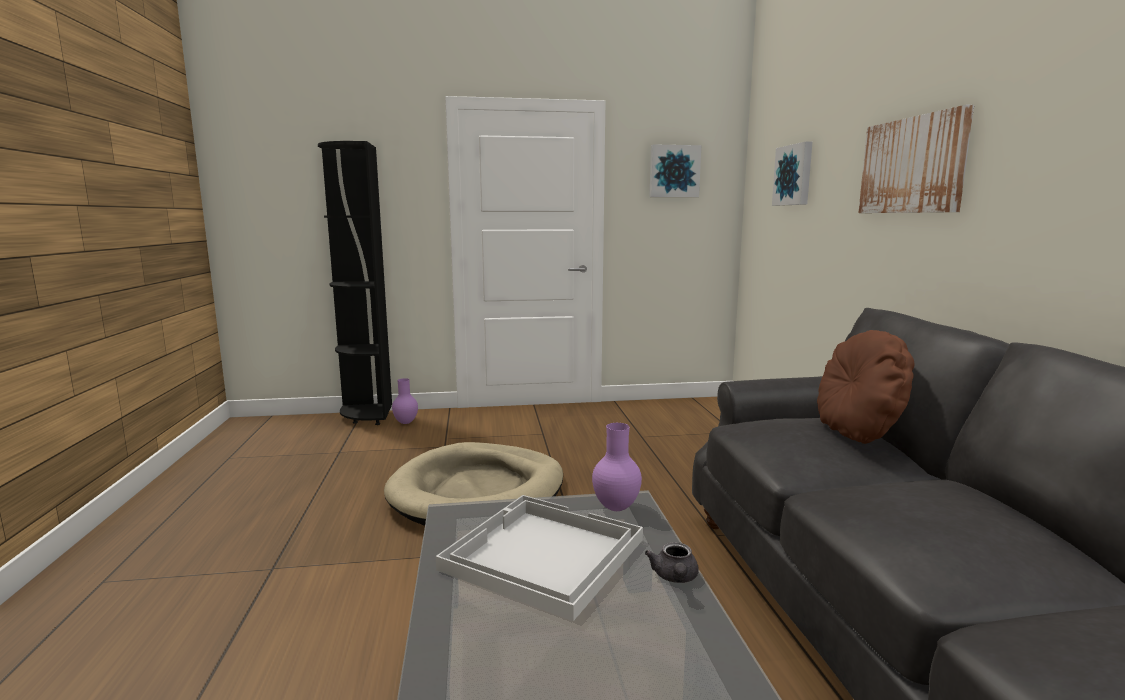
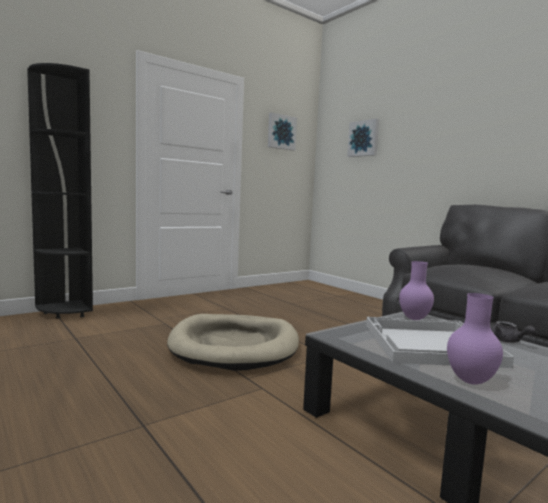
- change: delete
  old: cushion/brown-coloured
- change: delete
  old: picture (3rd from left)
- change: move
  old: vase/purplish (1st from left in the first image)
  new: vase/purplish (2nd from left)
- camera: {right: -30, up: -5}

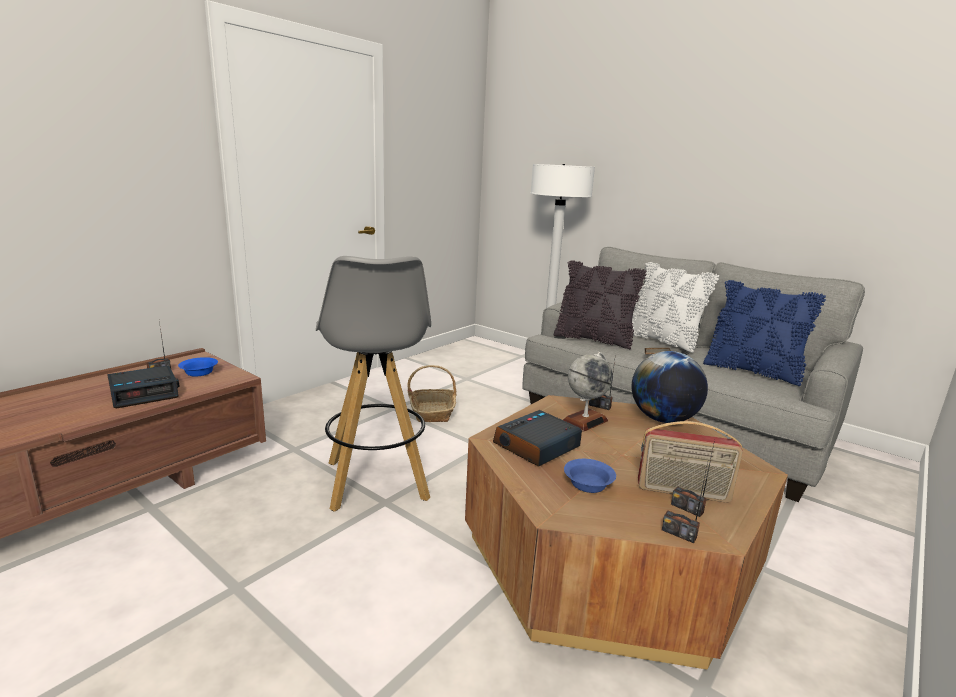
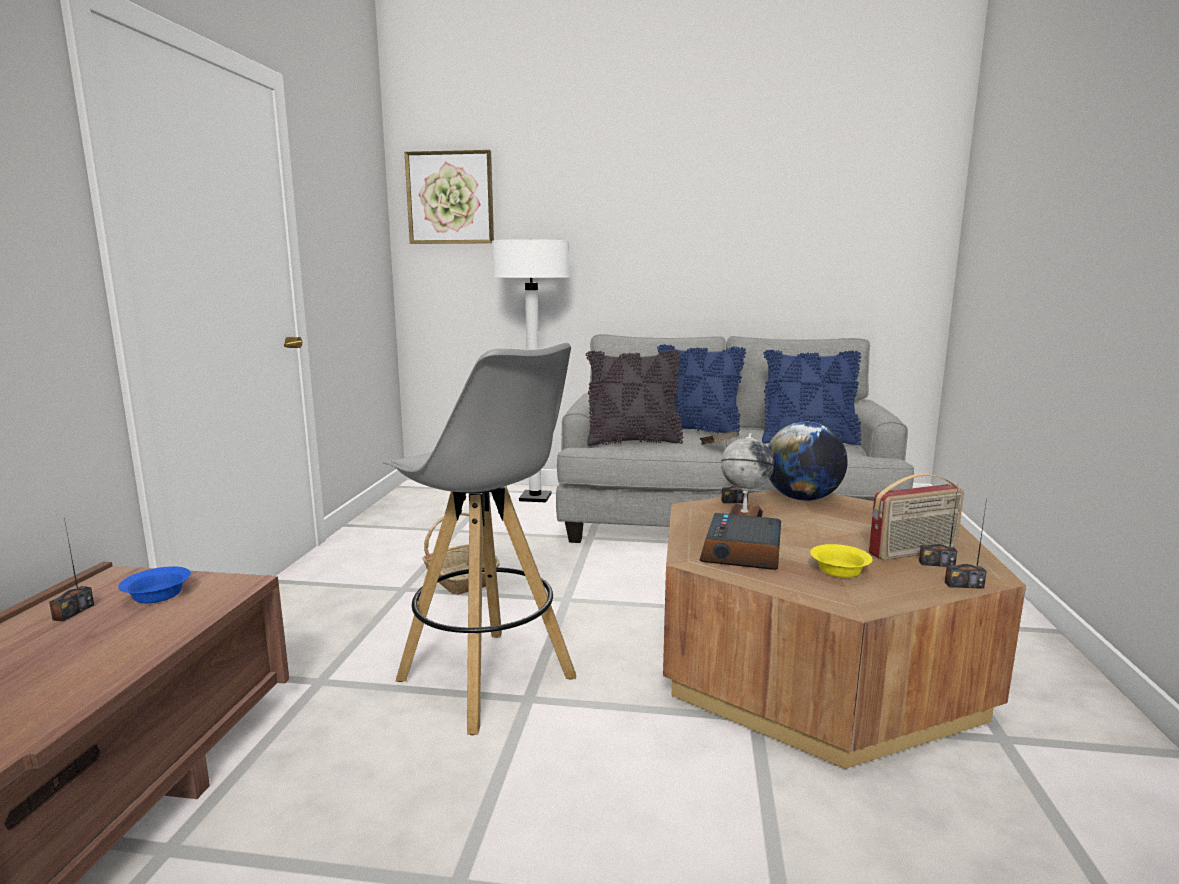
- change: delete
  old: table clock (1st from left)
- change: insert
  new: picture
- change: recolor
  old: serving bowl/blue (2nd from left)
  new: serving bowl/yellowish
- change: recolor
  old: cushion/white-coloured
  new: cushion/blue (1st from left)
- camera: {right: -30, up: -5}

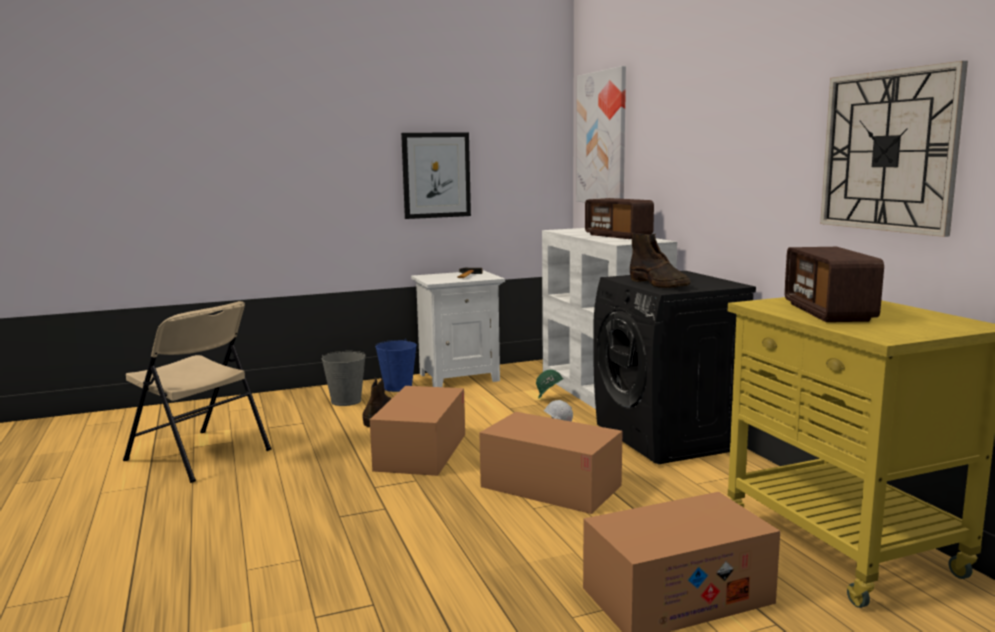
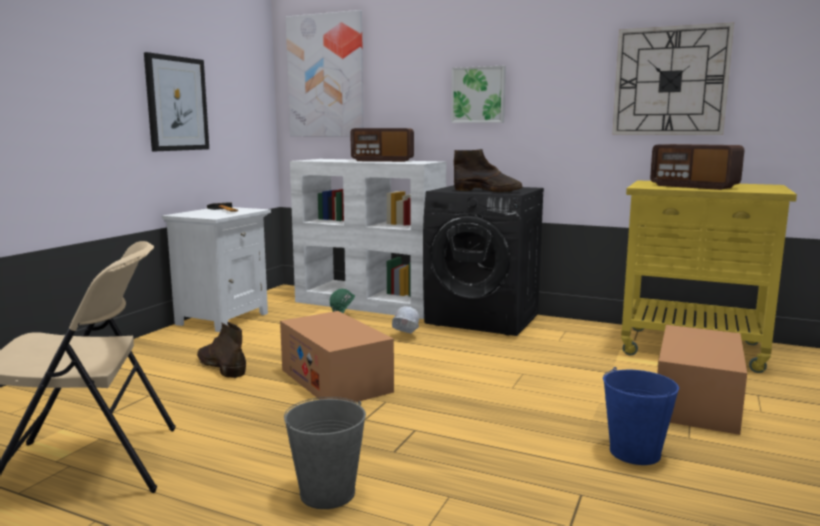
- change: delete
  old: cardboard box (2nd from left)
- change: insert
  new: picture (3rd from left)
- change: move
  old: bucket/grey
- change: move
  old: bucket/blue
- camera: {right: -45, up: 0}

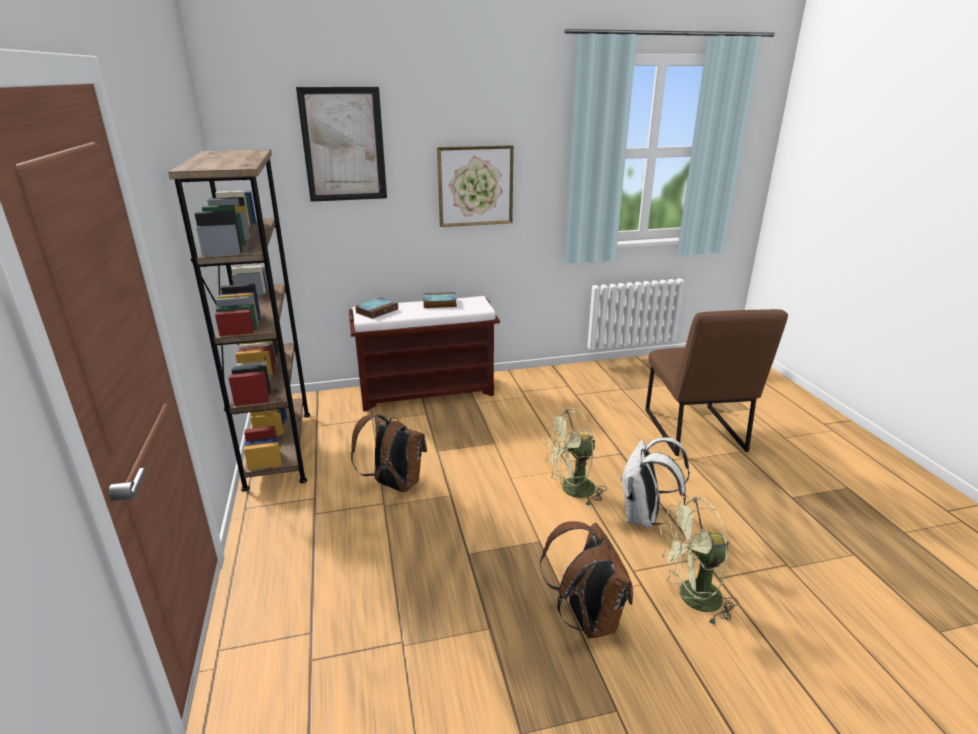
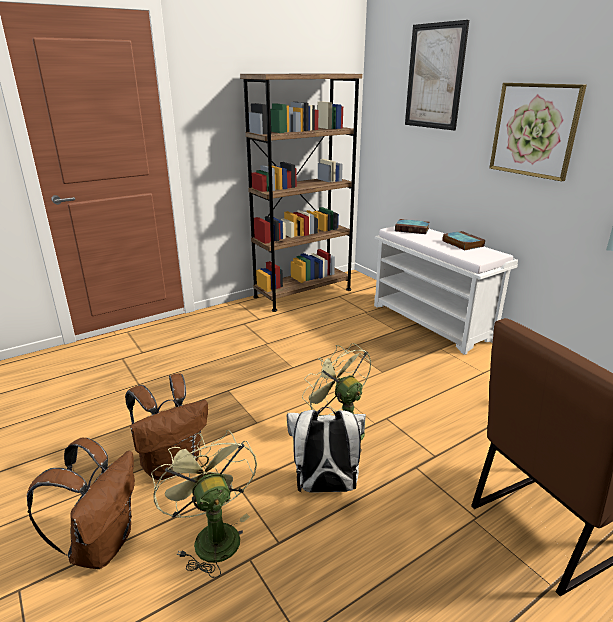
- change: move
  old: knapsack/brown-coloured (1st from left)
- change: recolor
  old: long seat/brown-coloured
  new: long seat/white-coloured
- camera: {right: 70, up: 0}

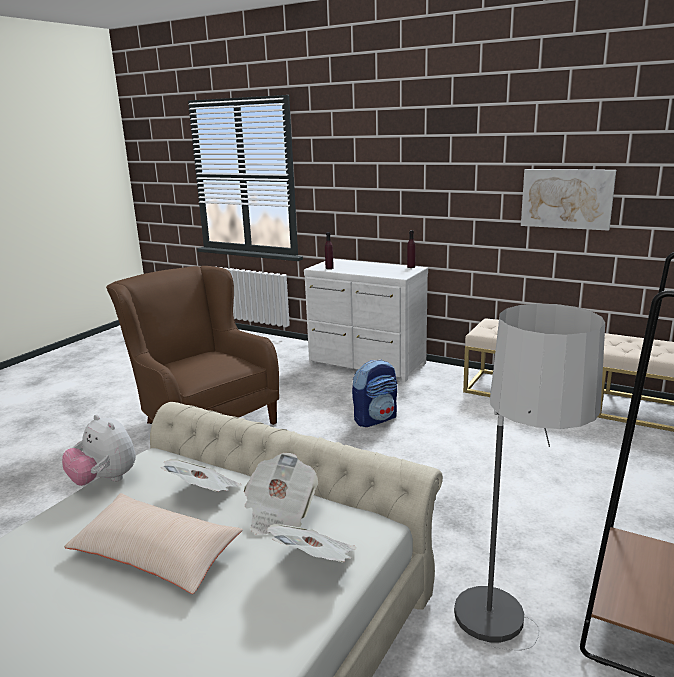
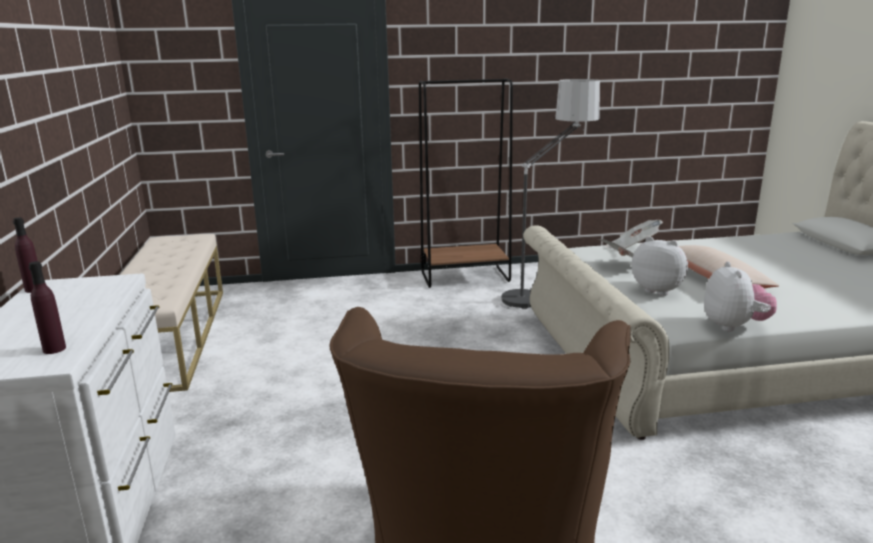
- change: delete
  old: knapsack
- change: delete
  old: picture
- change: replace
  old: printed paper (1st from left)
  new: soft toy (1st from left)
- camera: {right: -130, up: 0}

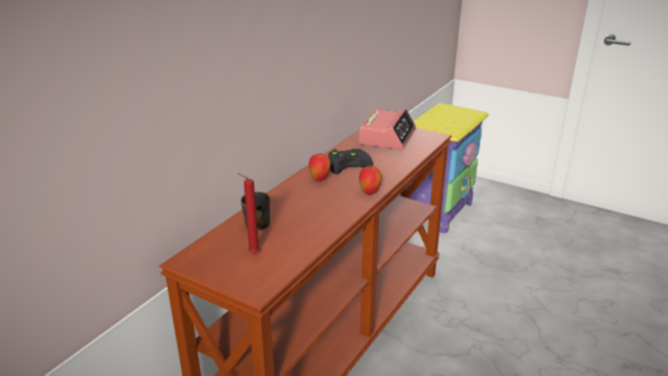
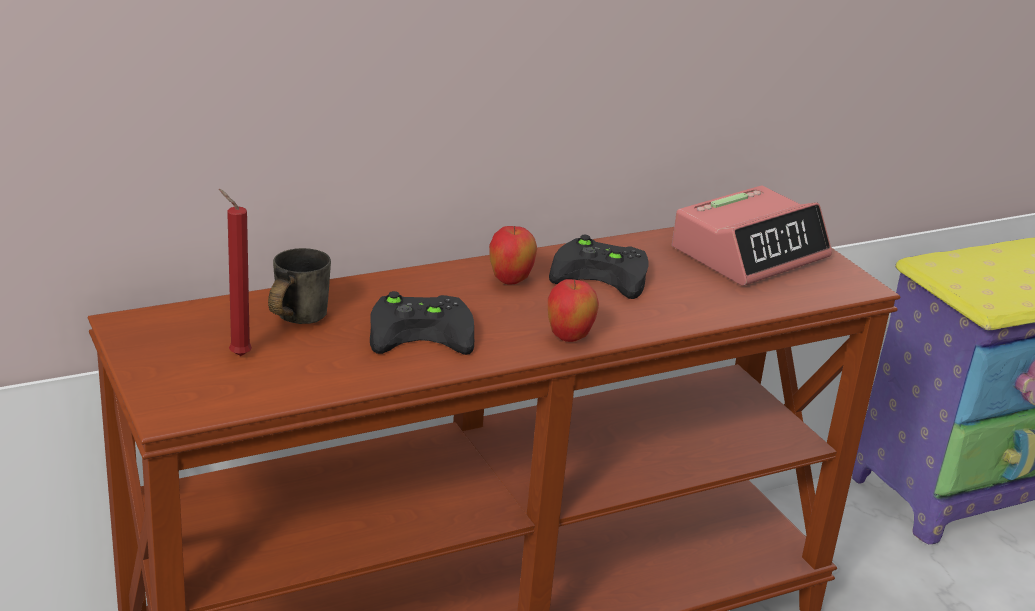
- change: insert
  new: gamepad/black-coloured (1st from left)
- camera: {right: 30, up: 0}

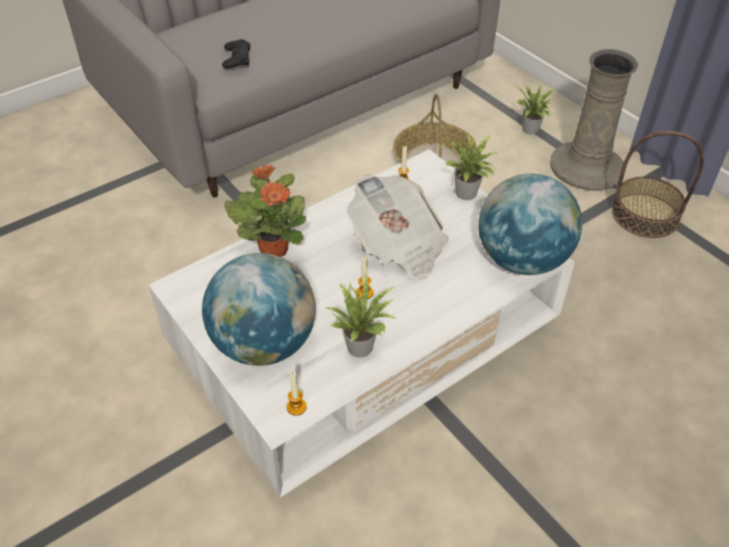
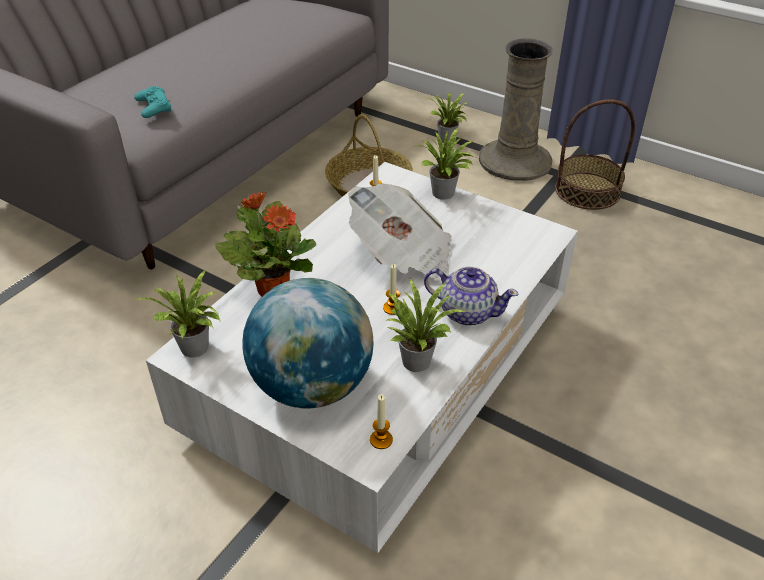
- change: delete
  old: world globe (2nd from left)
- change: insert
  new: plant in a pot (1st from left)
- change: insert
  new: tea pot
- change: recolor
  old: gamepad/black-coloured
  new: gamepad/blue-green
- camera: {right: -20, up: -5}

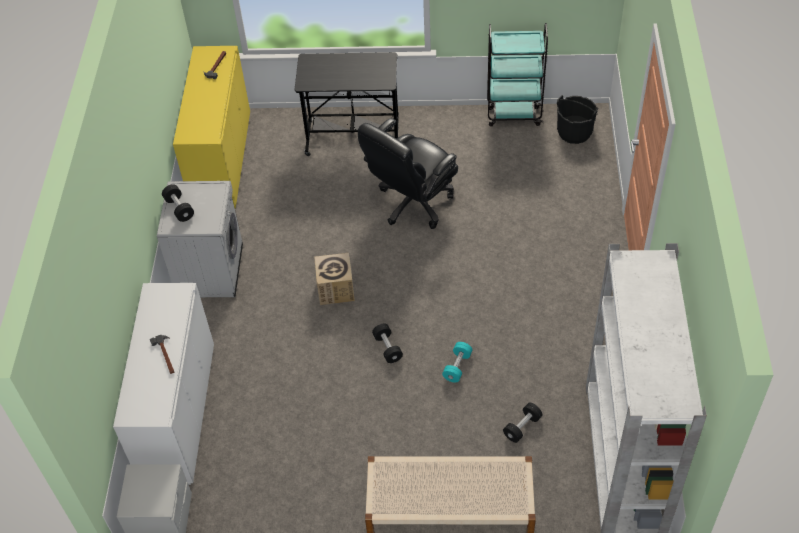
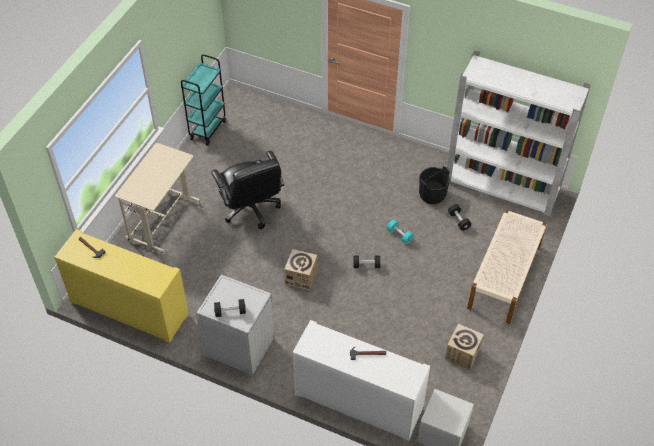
- change: insert
  new: cardboard box (2nd from left)
- change: move
  old: bucket/black-coloured
- change: recolor
  old: desk table/black-coloured
  new: desk table/beige-coloured
- camera: {right: -70, up: 0}

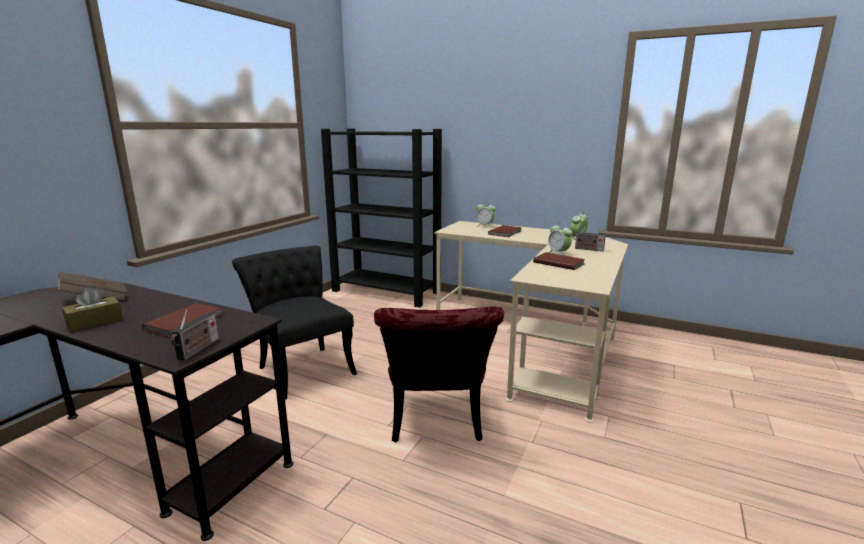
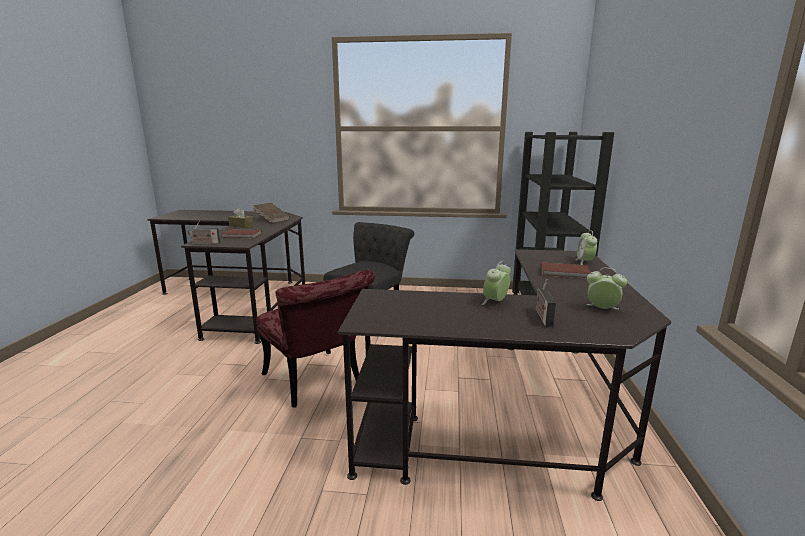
- change: delete
  old: volume/brown-coloured (4th from left)
- change: recolor
  old: desk table/beige-coloured
  new: desk table/black-coloured (2nd from left)
- change: rotate
  old: plain chair/red
  degrees: -105
- camera: {right: 70, up: 0}

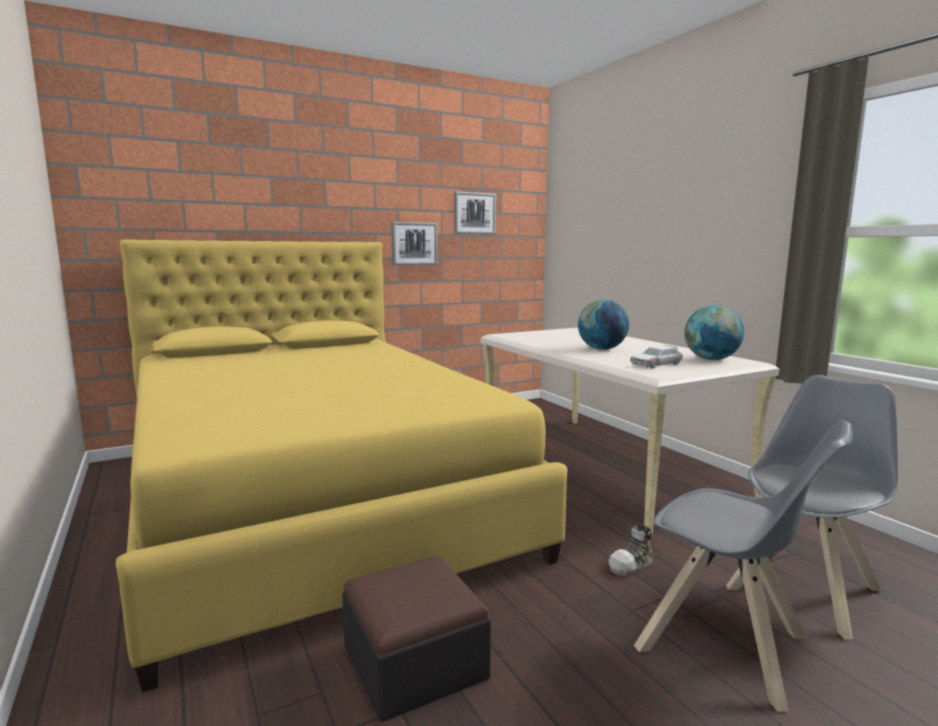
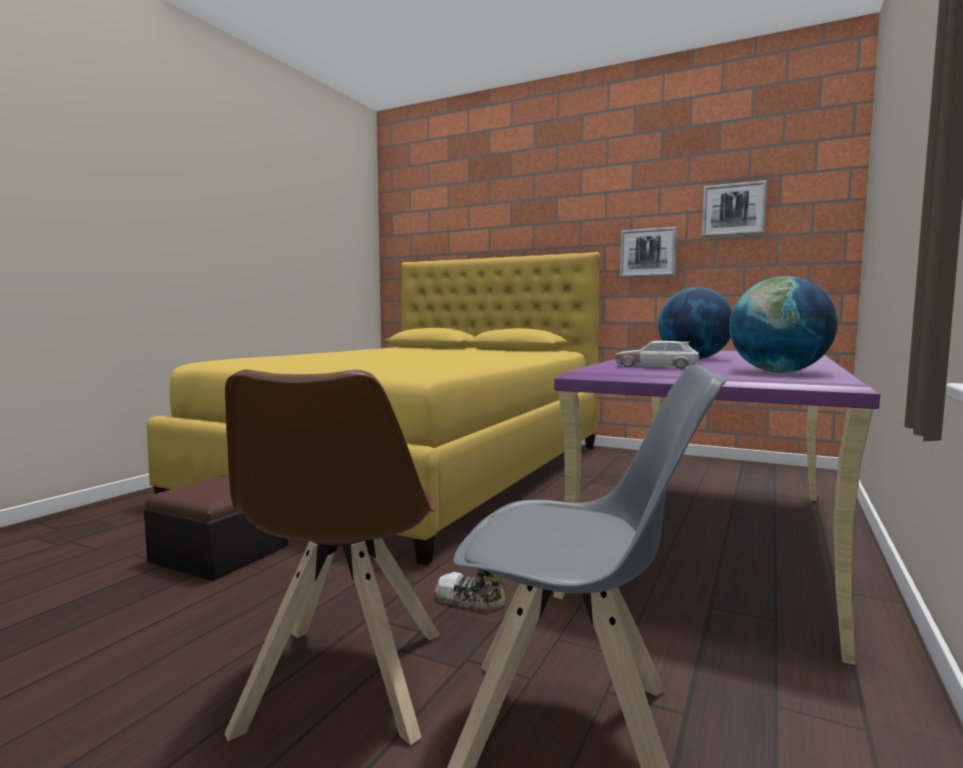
- change: recolor
  old: desk table/beige-coloured
  new: desk table/purplish
- change: recolor
  old: plain chair/grey (1st from left)
  new: plain chair/brown-coloured
- camera: {right: 55, up: -5}

